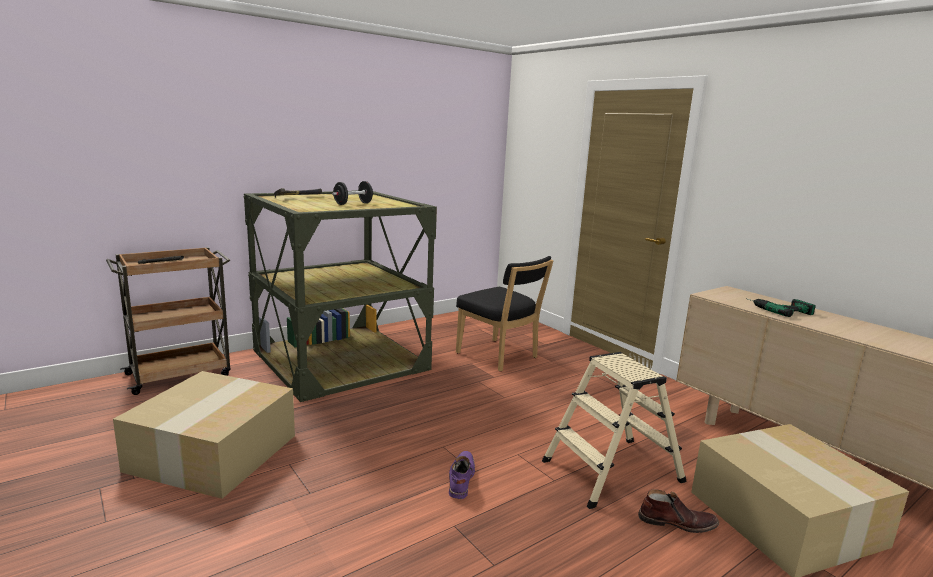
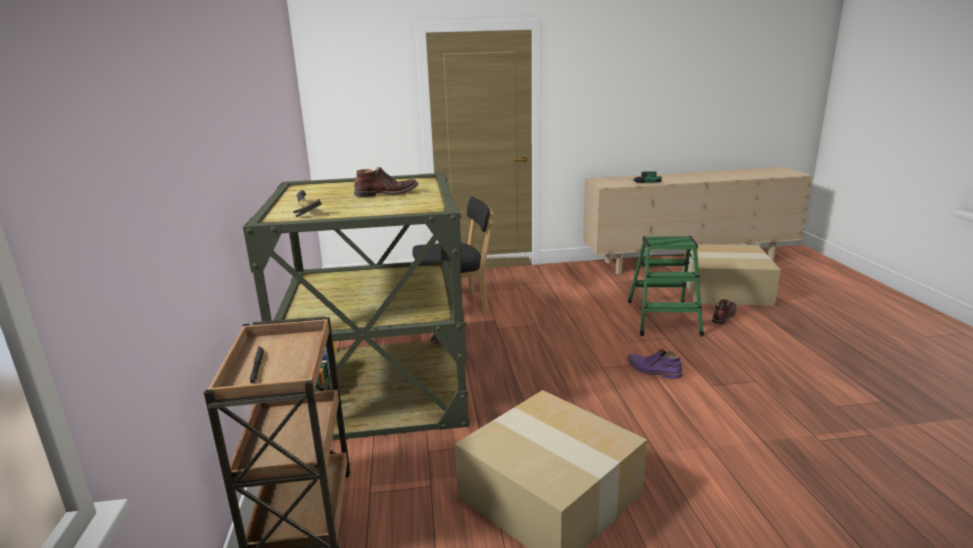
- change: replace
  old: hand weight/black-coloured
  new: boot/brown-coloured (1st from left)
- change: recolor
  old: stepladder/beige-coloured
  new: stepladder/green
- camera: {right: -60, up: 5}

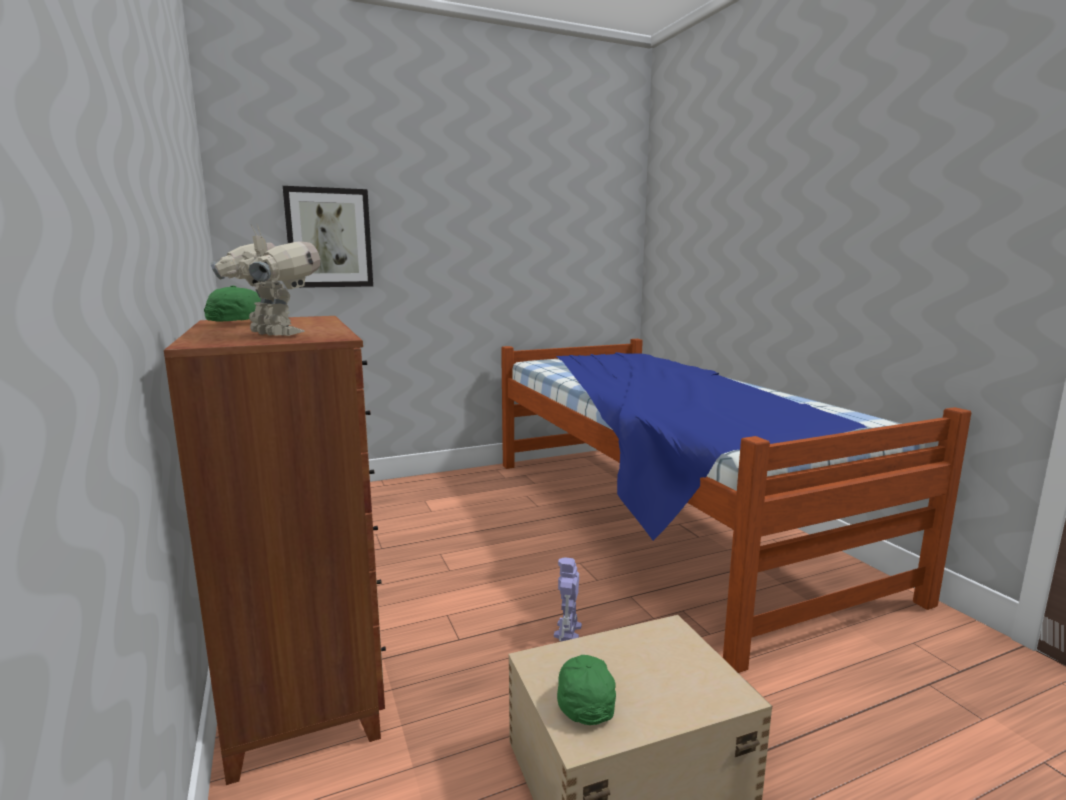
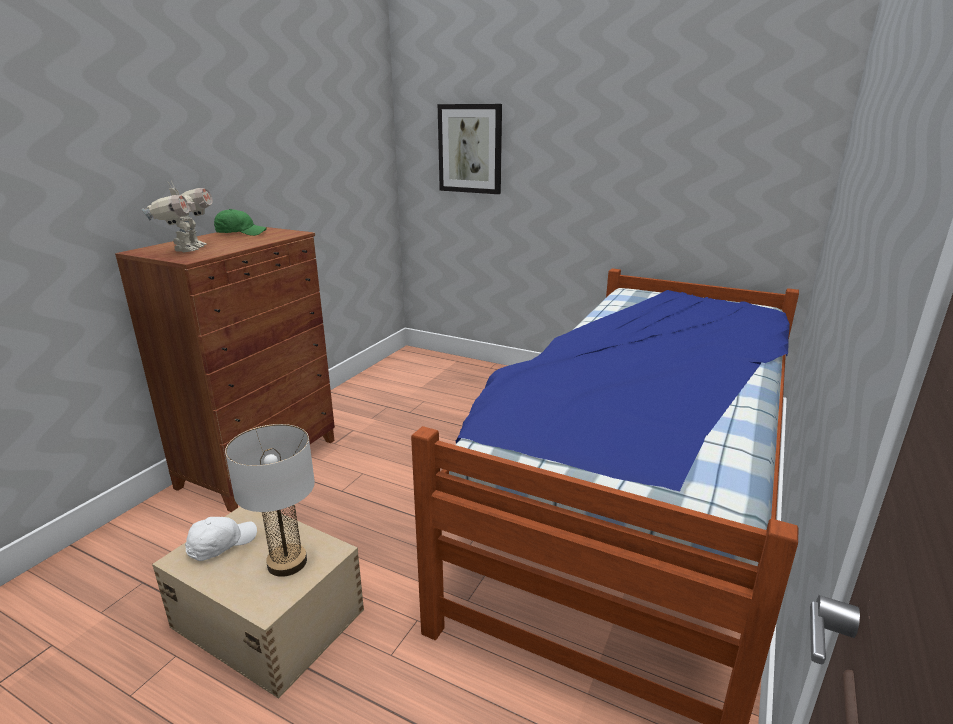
- change: delete
  old: robot figure (2nd from left)
- change: insert
  new: tabletop lamp
- change: recolor
  old: peaked cap/green (2nd from left)
  new: peaked cap/white-coloured
- camera: {right: 50, up: 10}

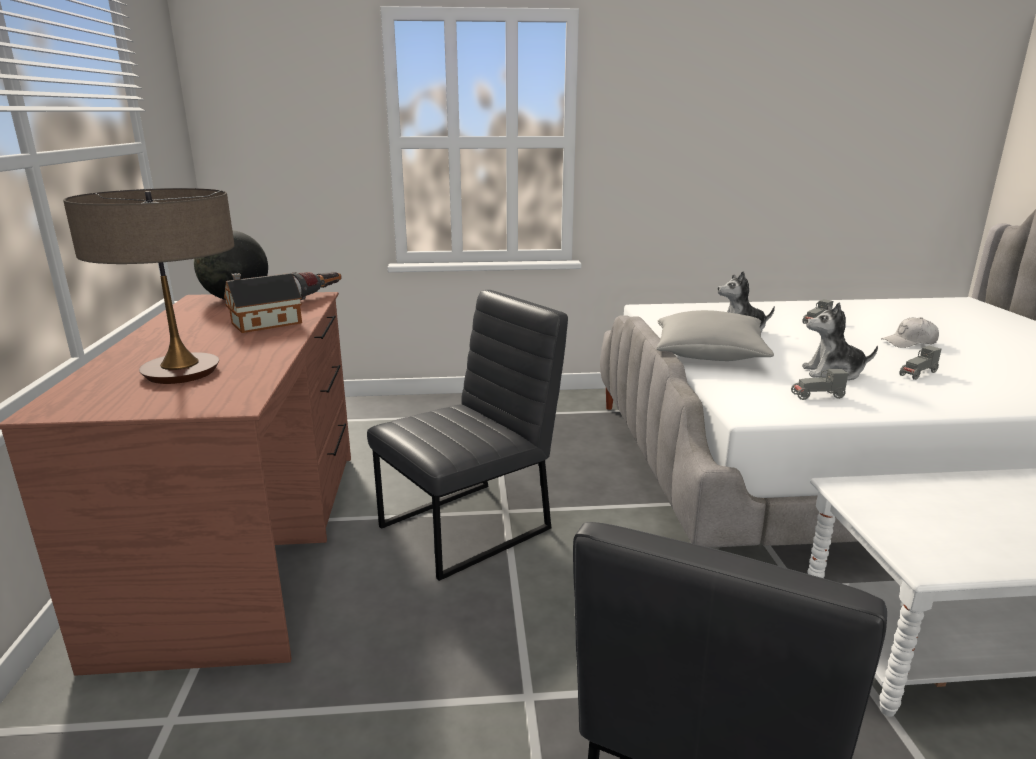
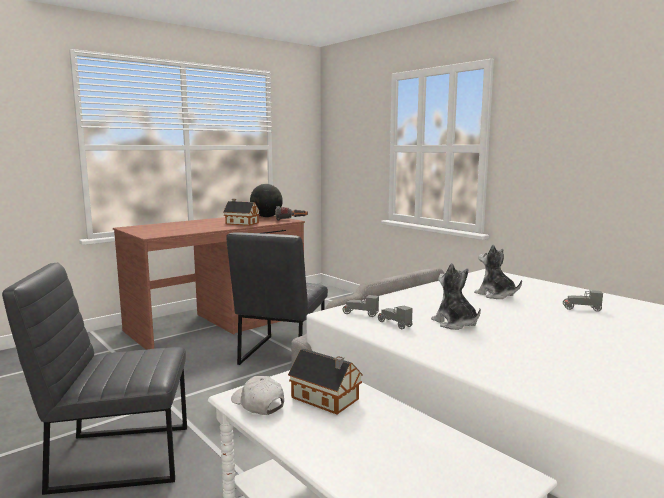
- change: delete
  old: tabletop lamp
- change: delete
  old: cushion/grey
- change: insert
  new: model house (2nd from left)
- change: move
  old: peaked cap/white-coloured
- change: move
  old: miniature car/grey (3rd from left in the first image)
  new: miniature car/grey (1st from left)
- change: rotate
  old: plain chair/grey (1st from left in the first image)
  degrees: 90
- camera: {right: 55, up: -10}

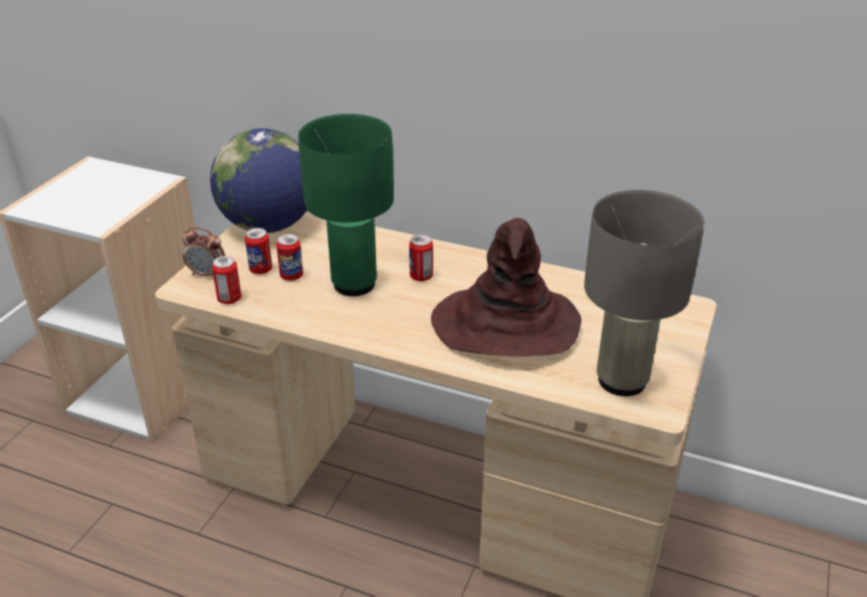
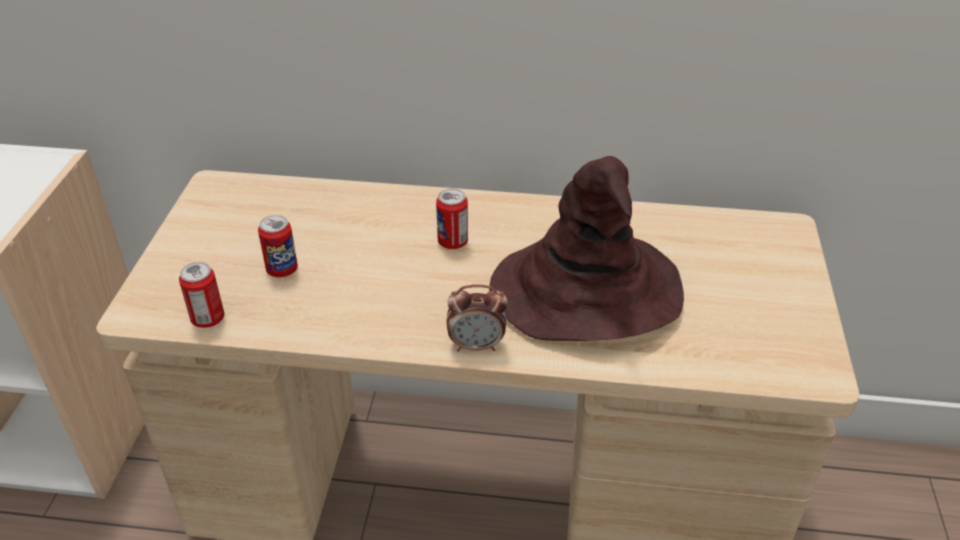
- change: delete
  old: world globe
- change: delete
  old: can (2nd from left)
- change: delete
  old: tabletop lamp/green
- change: delete
  old: tabletop lamp/grey
- change: move
  old: table clock
- camera: {right: -15, up: 5}

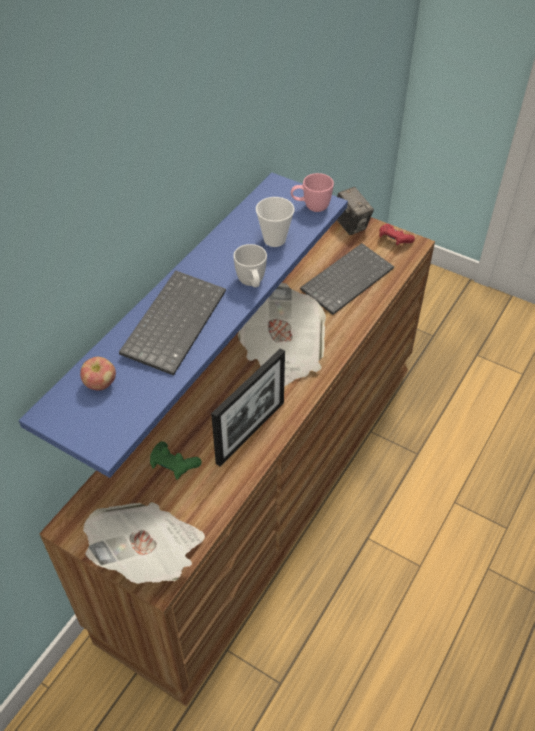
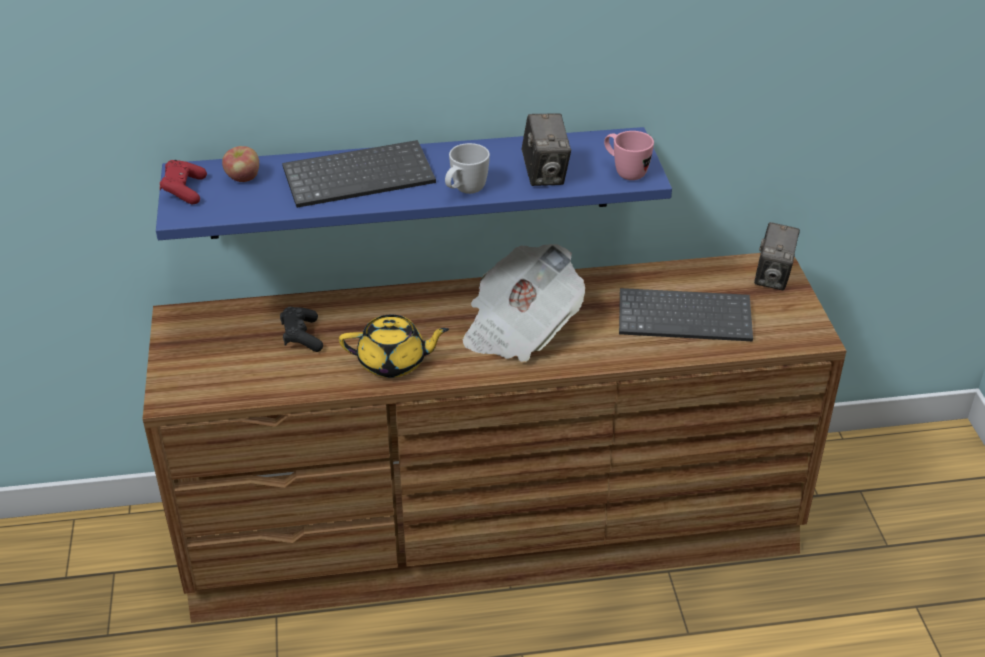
- change: delete
  old: printed paper (1st from left)
- change: move
  old: gamepad/red
- change: replace
  old: photo frame
  new: tea pot/yellowish
- change: replace
  old: cup
  new: photo camera (1st from left)
- change: recolor
  old: gamepad/green
  new: gamepad/black-coloured
- camera: {right: 50, up: -10}

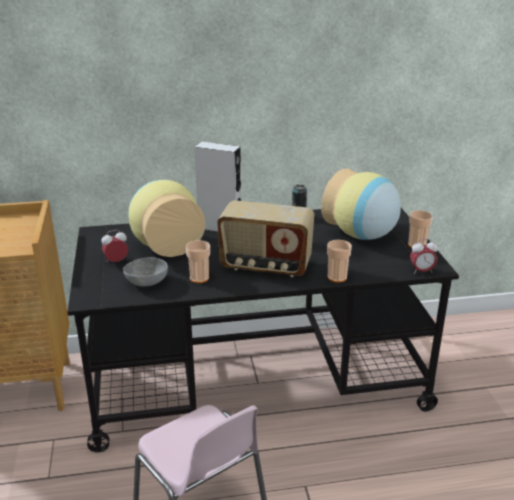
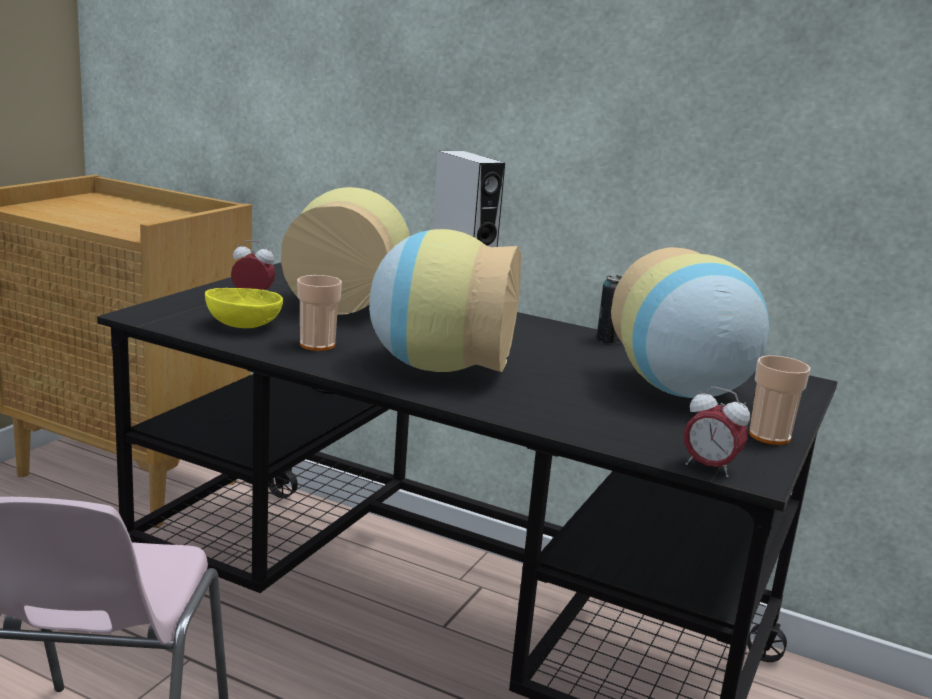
- change: delete
  old: cup (2nd from left)
- change: replace
  old: radio set
  new: vase (2nd from left)
- change: recolor
  old: serving bowl/grey
  new: serving bowl/yellowish
- camera: {right: 35, up: -10}

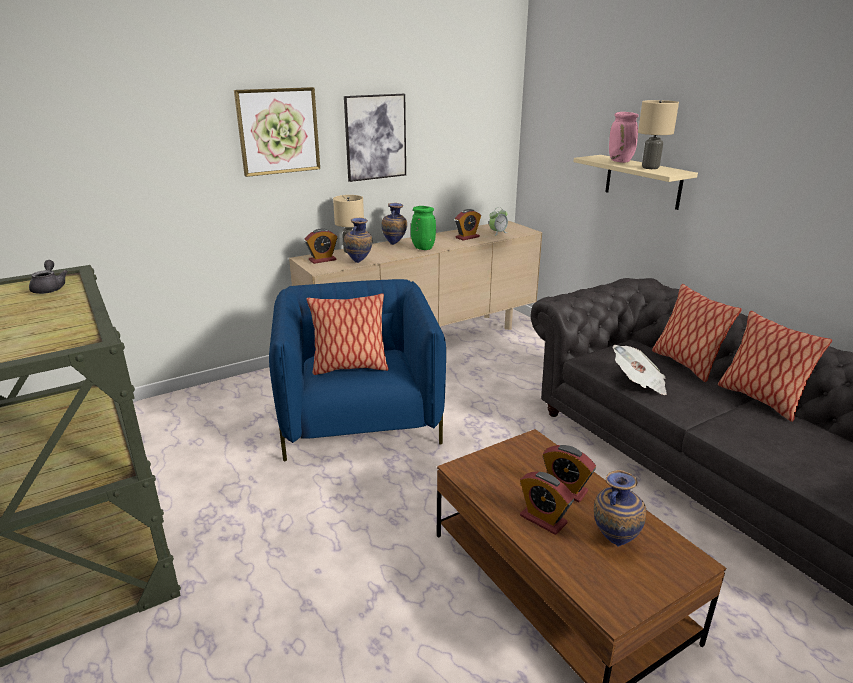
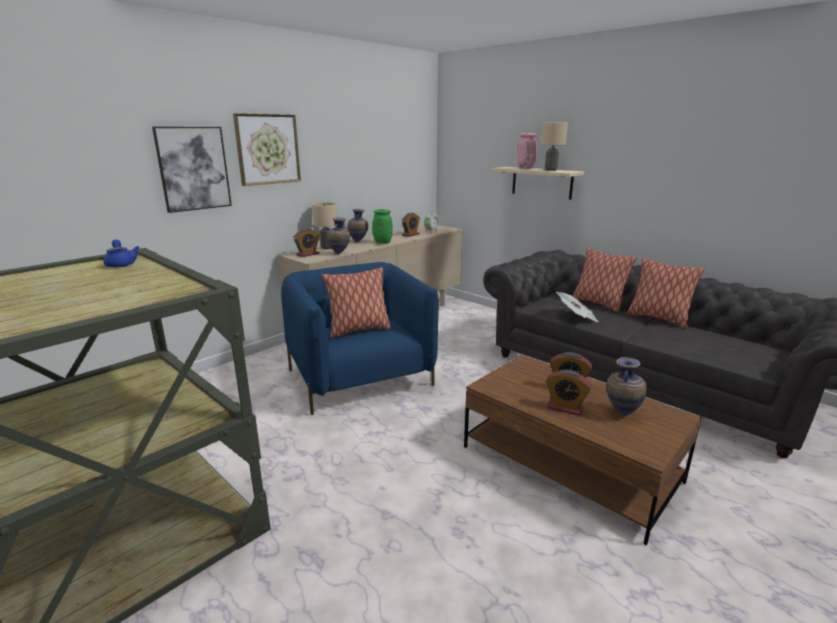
- change: move
  old: picture (2nd from left in the first image)
  new: picture (1st from left)
- change: recolor
  old: tea pot/grey
  new: tea pot/blue
- camera: {right: -15, up: -5}

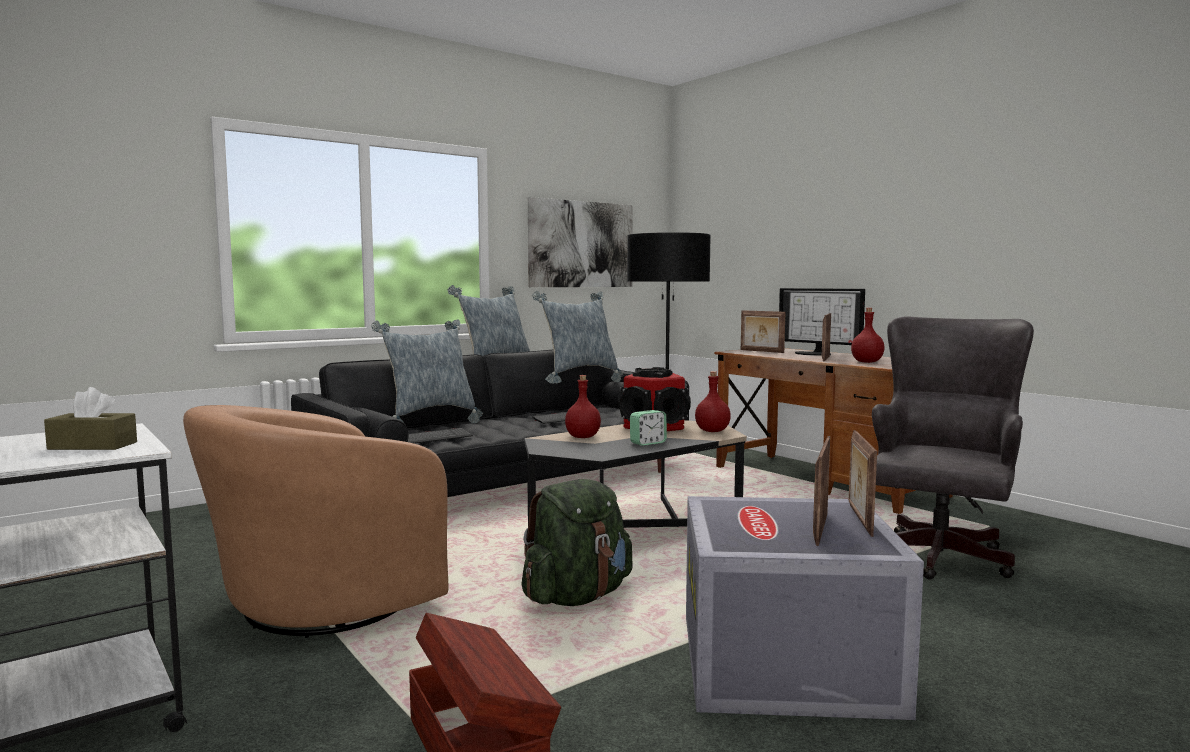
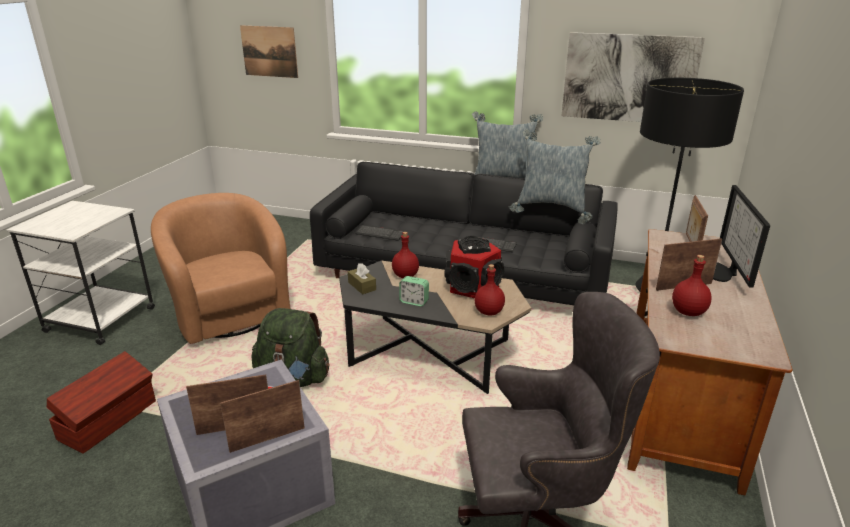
- change: delete
  old: cushion (1st from left)
- change: insert
  new: picture (1st from left)
- change: move
  old: box of tissues/brown-coloured
- change: rotate
  old: lounge chair/brown-coloured
  degrees: 45
- camera: {right: 55, up: 20}

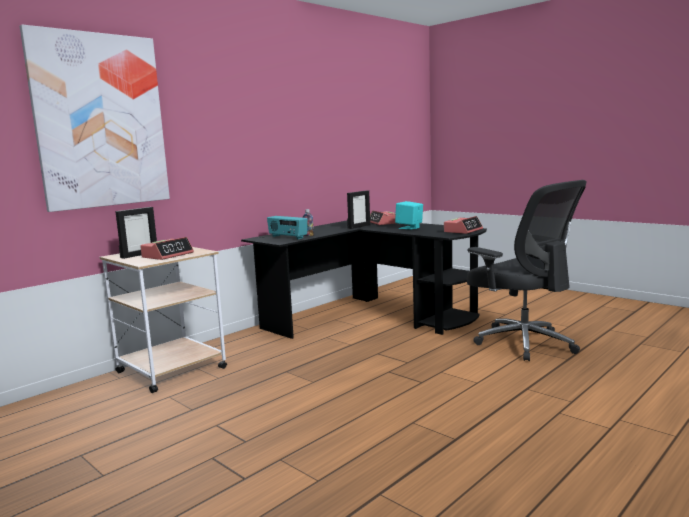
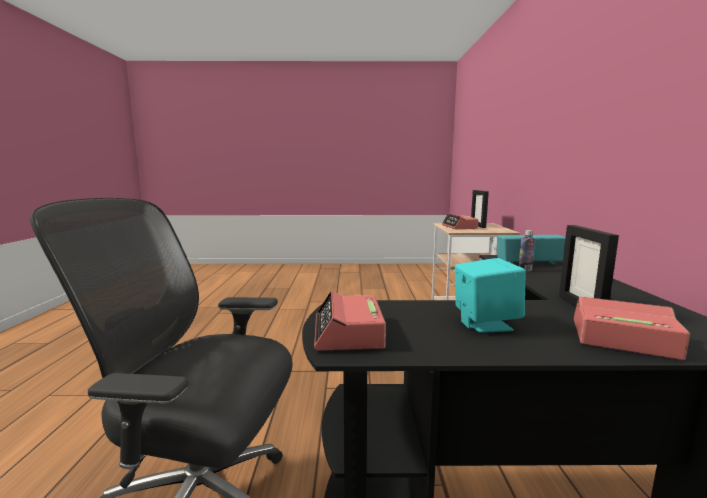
- change: delete
  old: picture
- camera: {right: 135, up: 0}

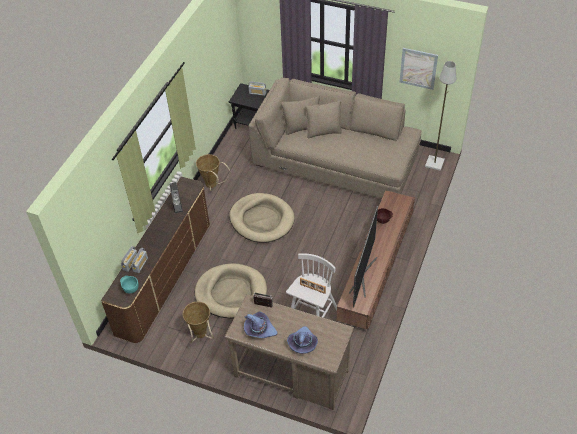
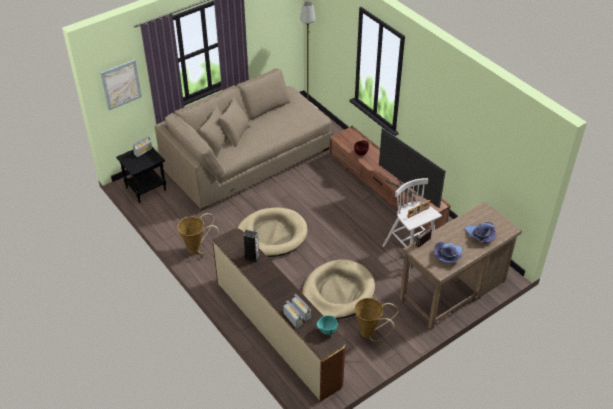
- change: move
  old: picture
- camera: {right: -60, up: -5}

